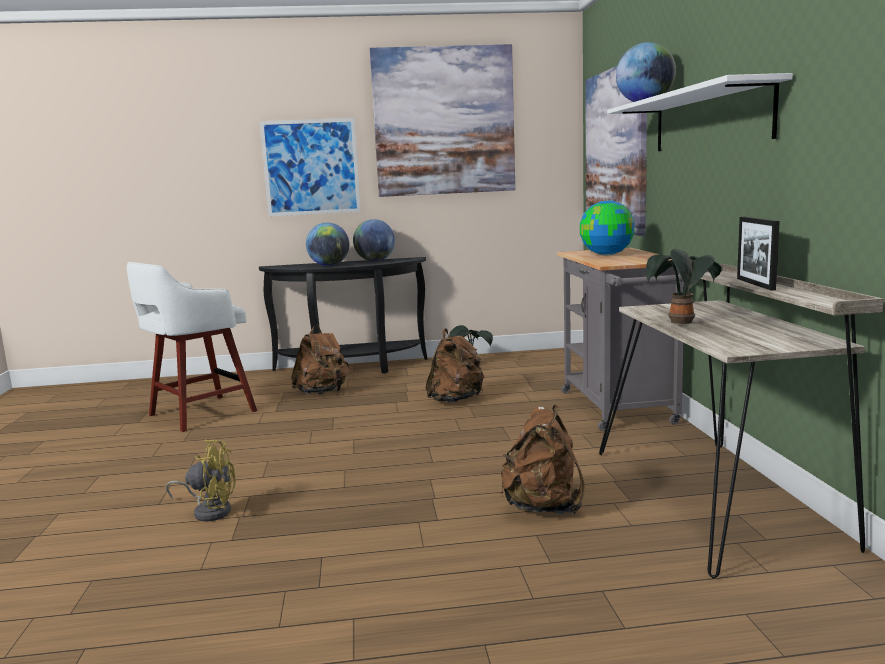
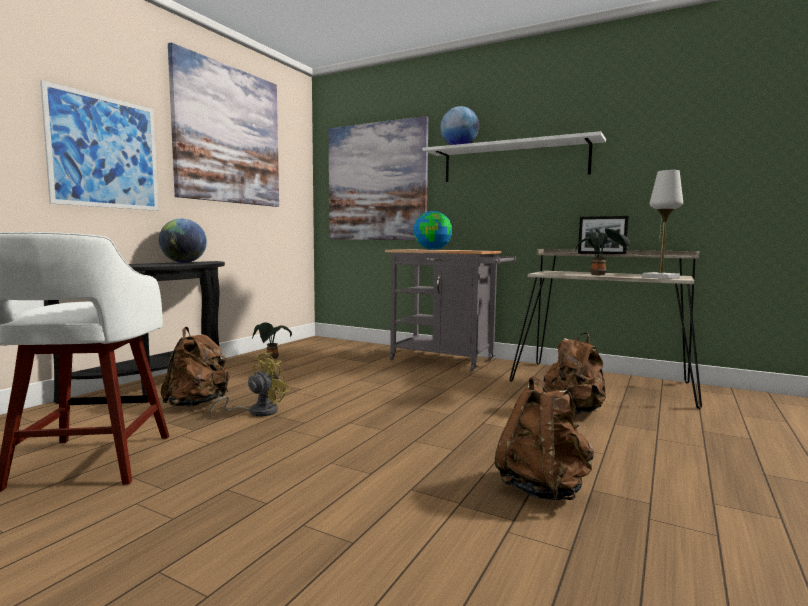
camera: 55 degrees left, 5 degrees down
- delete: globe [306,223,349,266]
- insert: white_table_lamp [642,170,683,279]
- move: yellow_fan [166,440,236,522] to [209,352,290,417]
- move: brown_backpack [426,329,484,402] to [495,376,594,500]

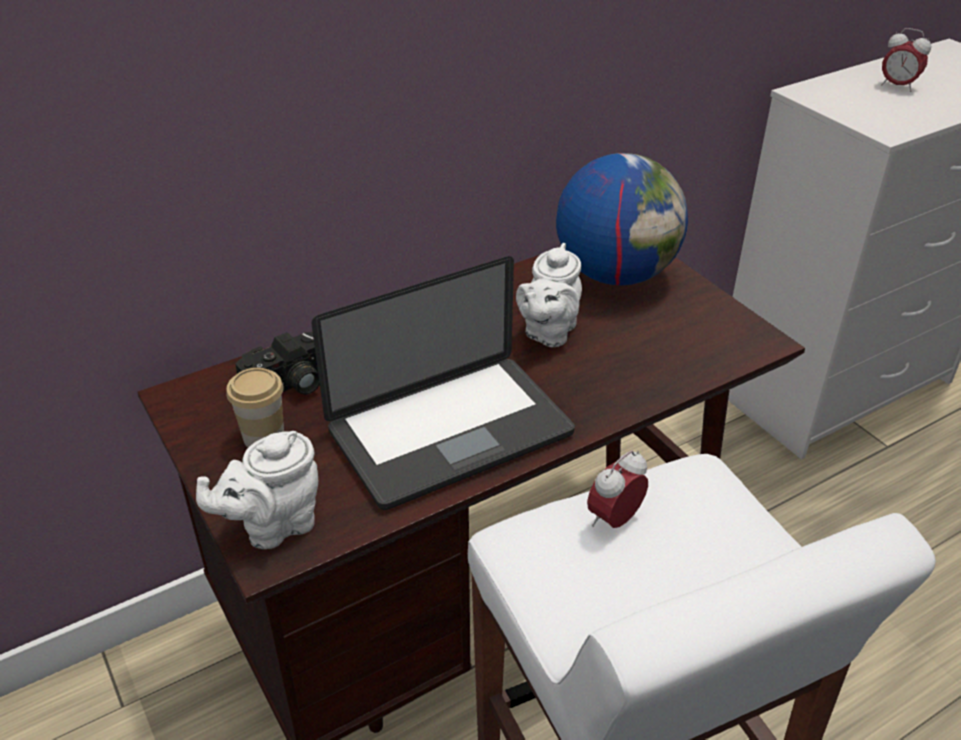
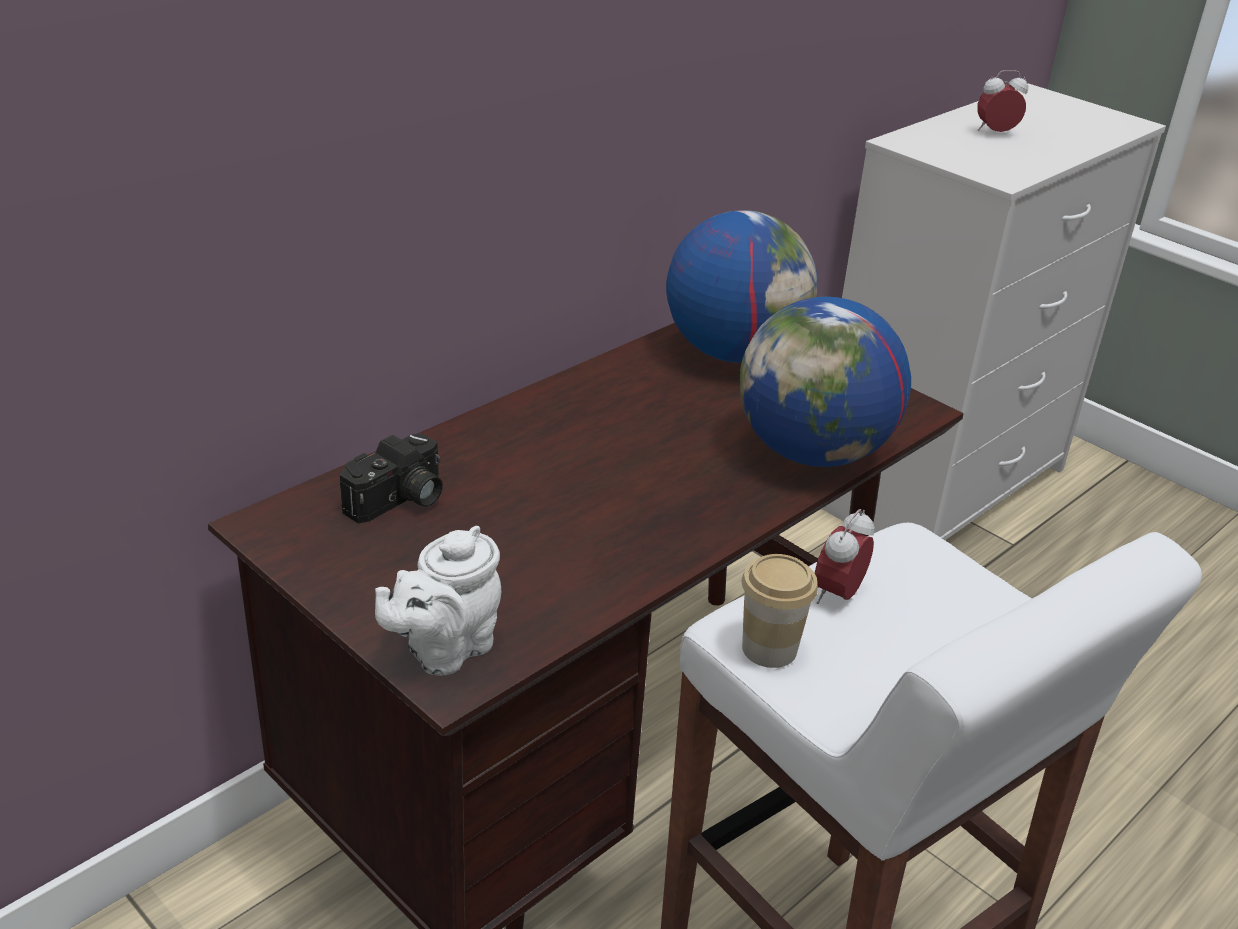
camera: 15 degrees left, 5 degrees down
- delete: laptop [311,256,575,510]
- delete: white_teapot [516,243,582,347]
- insert: globe [740,297,911,467]
- move: cup [226,368,284,448] to [742,554,818,668]
- rotate: alarm_clock [881,28,931,92] = [977,70,1028,132] 150 degrees clockwise

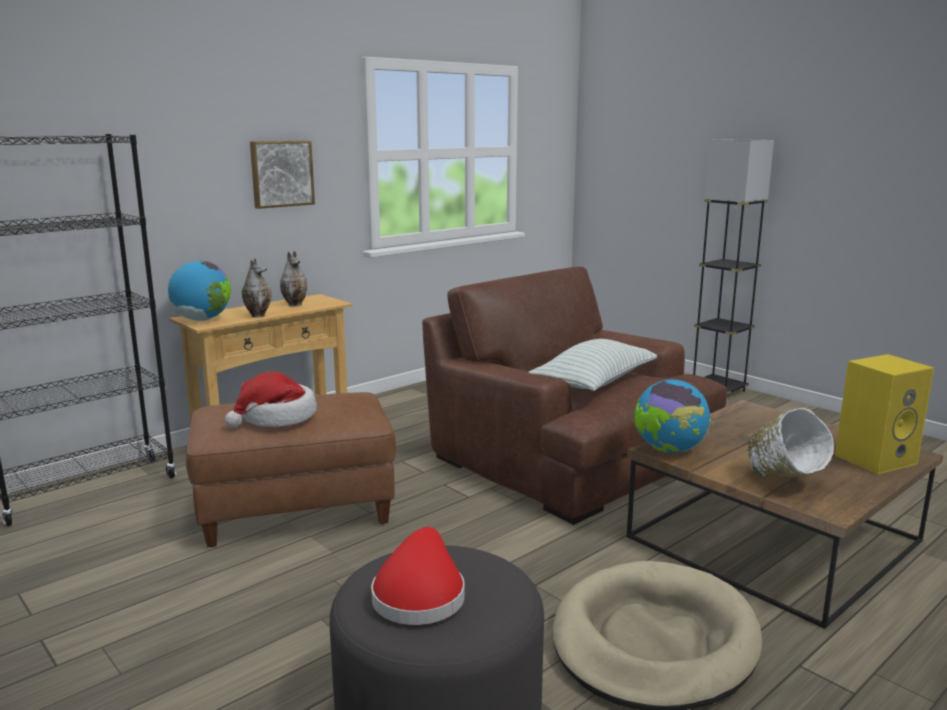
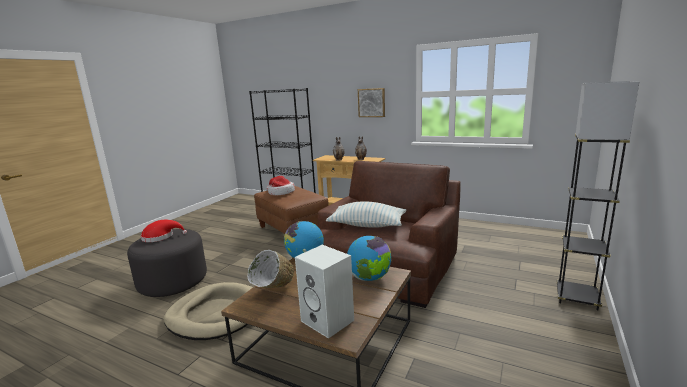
camera: 70 degrees right, 0 degrees up
- move: globe [168,261,231,321] to [347,236,391,281]
- recolor: yellow_speaker [835,354,934,475] to white_speaker [295,245,354,339]

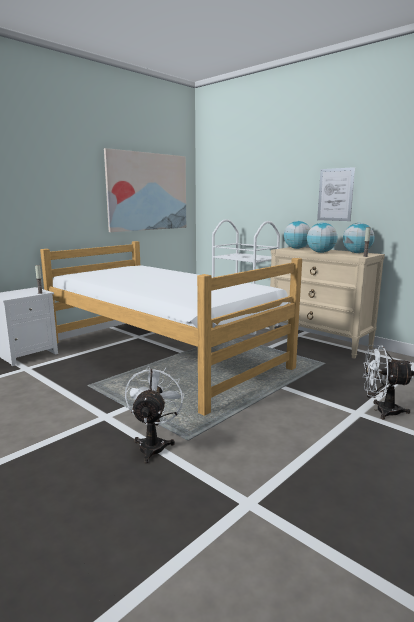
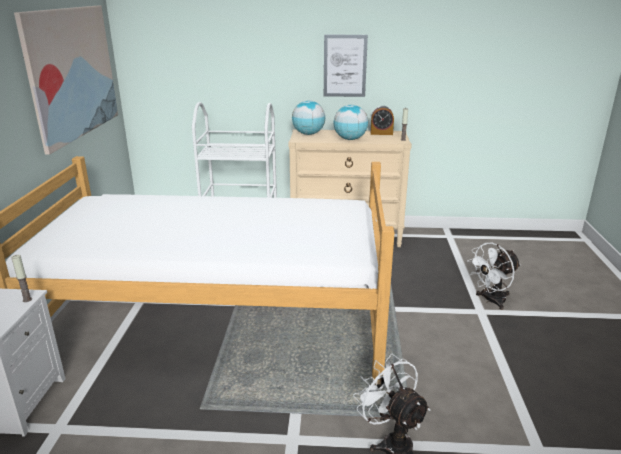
camera: 40 degrees left, 10 degrees up
- replace: globe [343,223,375,253] to alarm_clock [371,106,394,135]

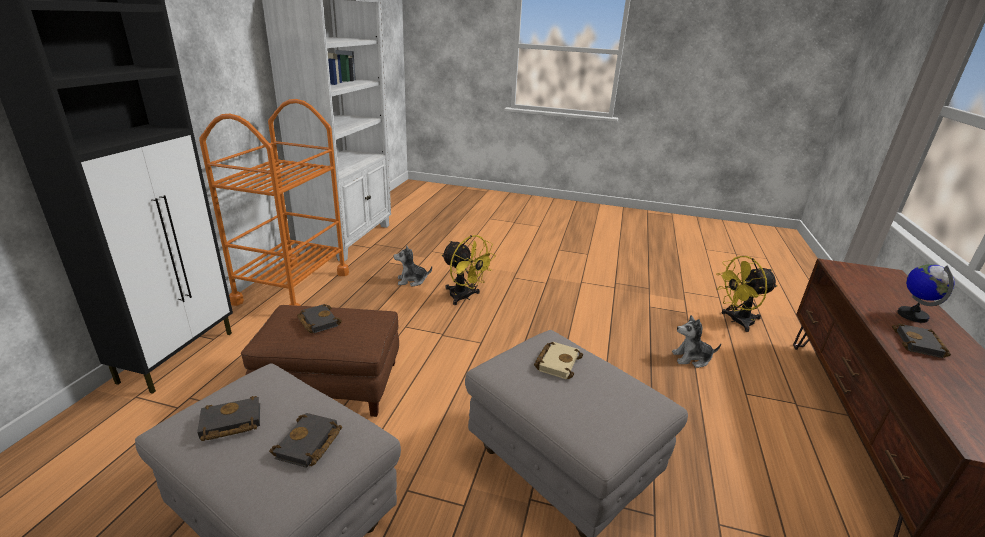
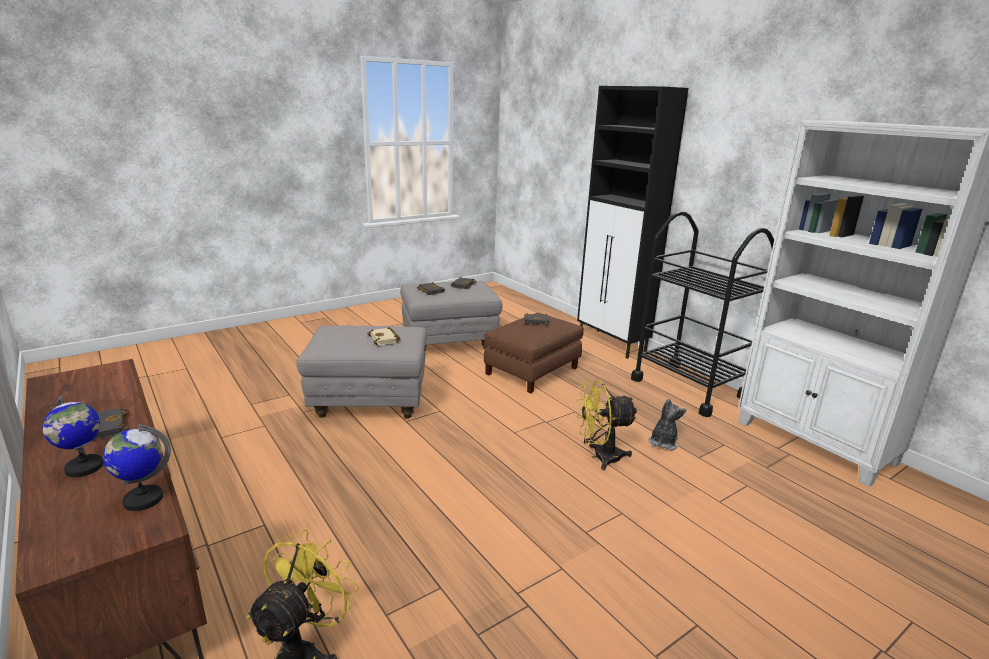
camera: 130 degrees right, 5 degrees down
- delete: plush_toy [672,315,721,368]
- insert: globe [103,424,171,511]
- recolor: orange_cart [199,99,349,306] to black_cart [631,211,774,417]

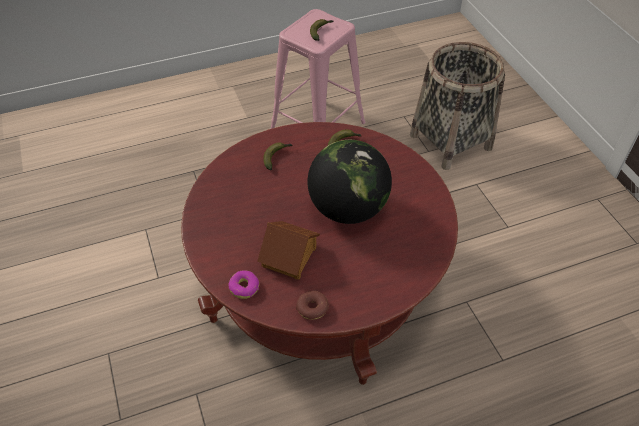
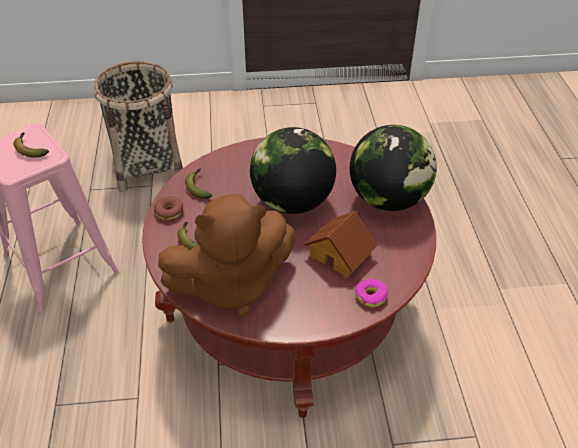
camera: 75 degrees left, 5 degrees down
- insert: brown_plush_toy [158,194,296,315]
- insert: globe [350,125,437,211]
- move: donut [296,291,329,320] to [154,196,183,220]

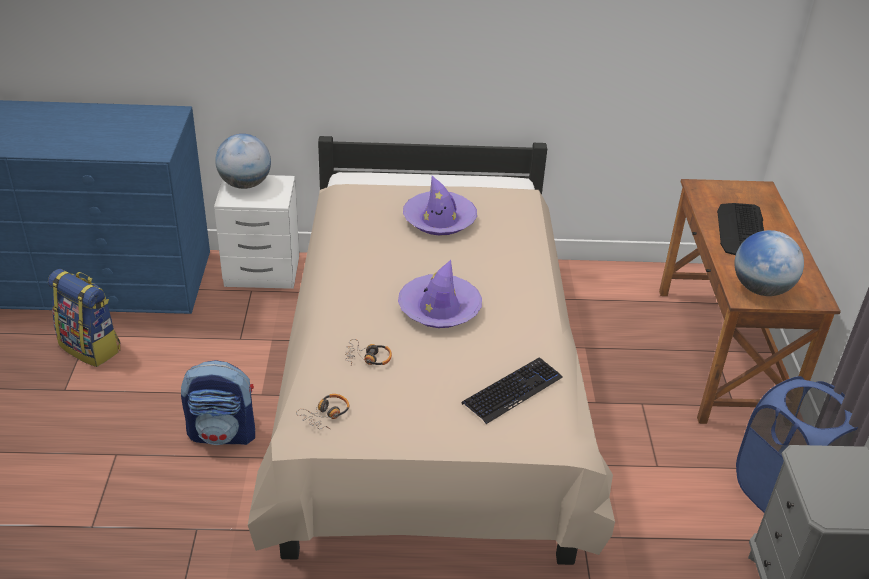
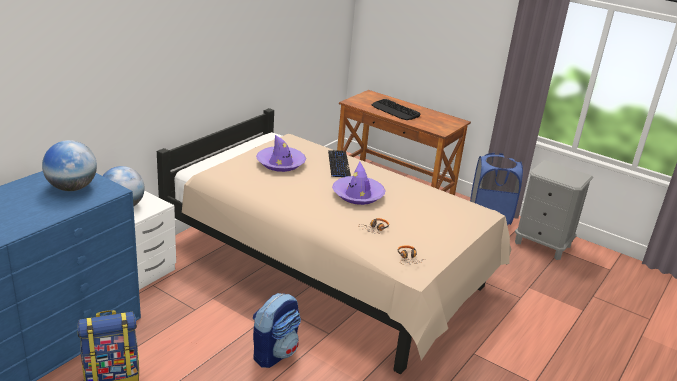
camera: 55 degrees left, 10 degrees down
- move: keyboard [462,357,563,424] to [328,150,351,177]
- move: globe [735,230,804,296] to [42,140,97,191]

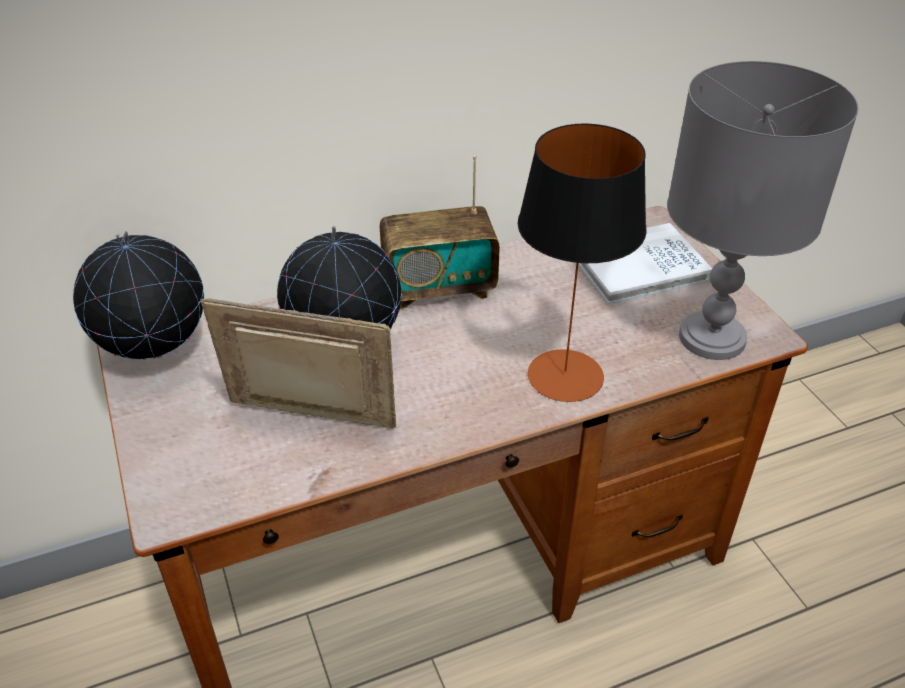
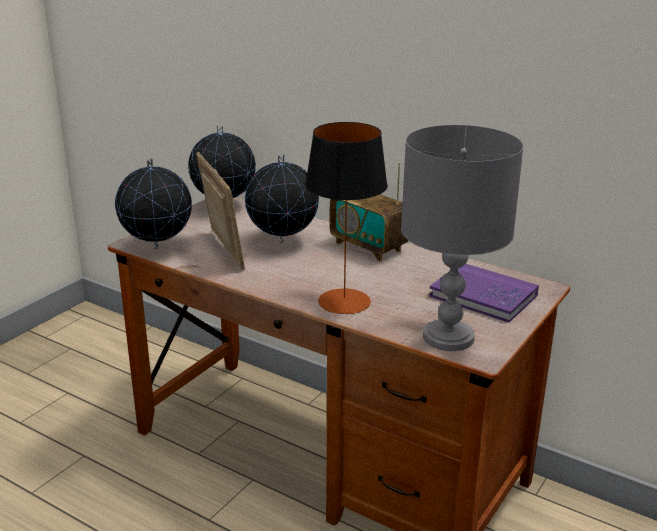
camera: 55 degrees right, 15 degrees down
- insert: globe [115,159,192,249]
- recolor: white_book [578,223,712,305] to purple_book [429,264,539,323]

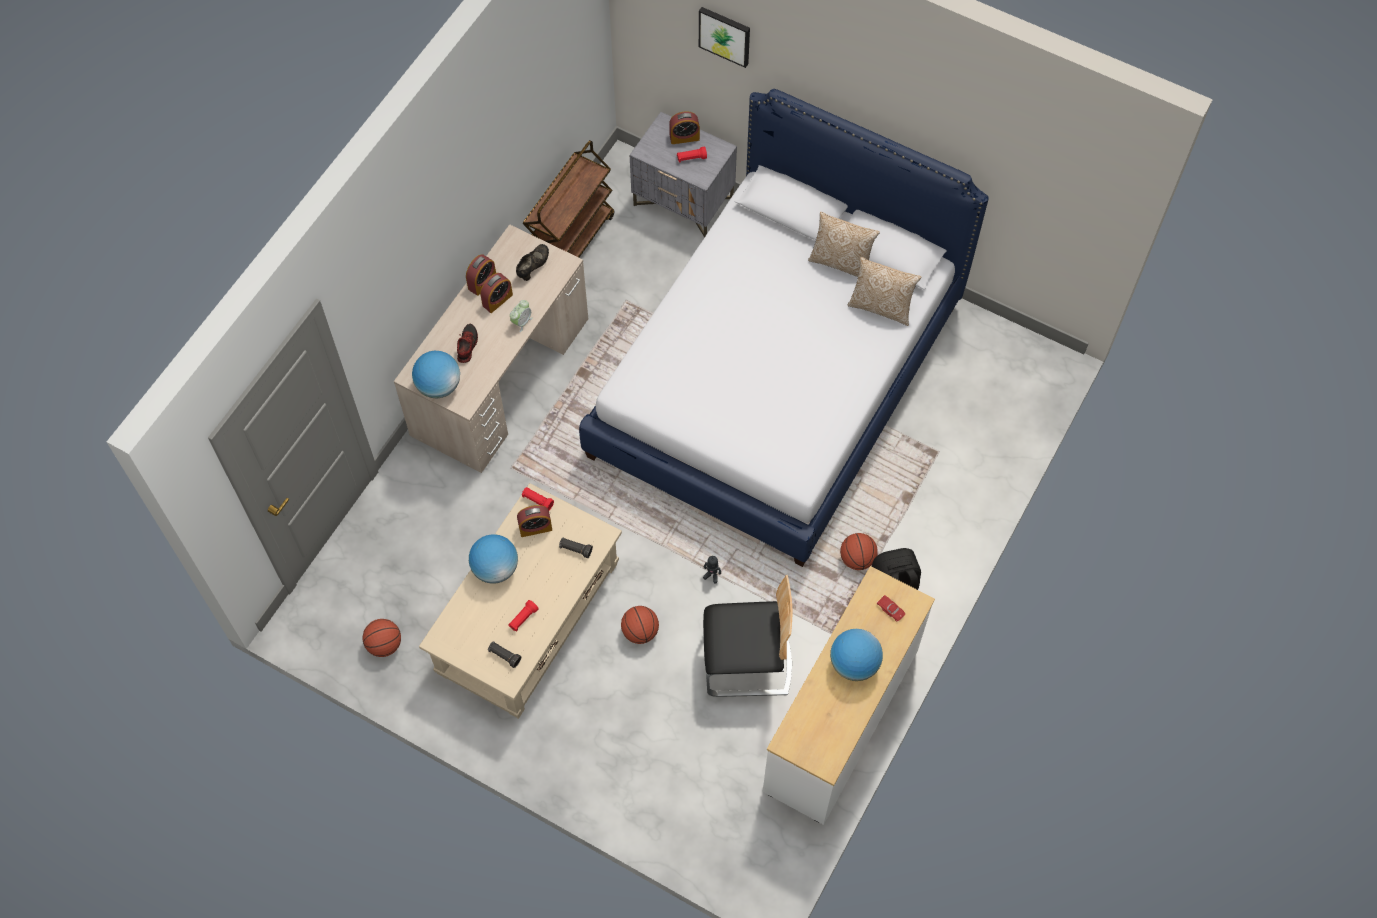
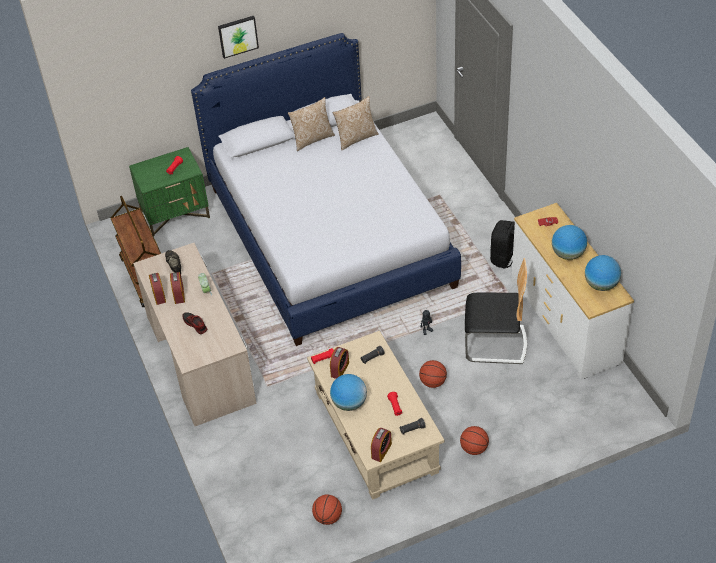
camera: 50 degrees left, 15 degrees down
- move: globe [412,351,460,398] to [585,255,621,291]
- move: alarm_clock [669,111,700,144] to [371,428,392,462]
- move: picture [699,7,750,68] to [218,16,259,59]
- move: basketball [840,533,878,570] to [460,426,489,455]
- recolor: grey_nightstand [630,112,737,238] to green_nightstand [129,147,210,237]
- rotate: chair [703,575,792,697] = [465,258,527,364] 60 degrees clockwise

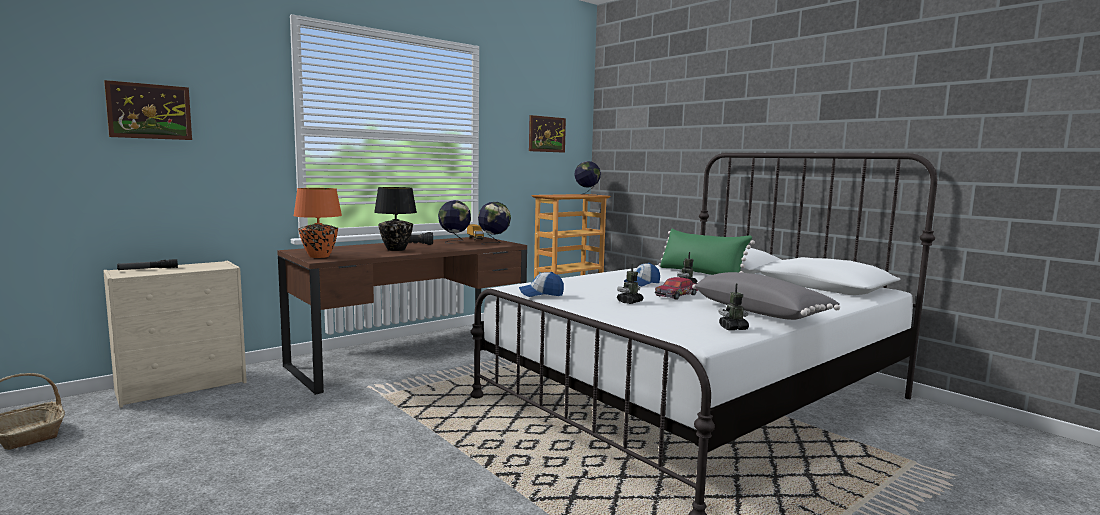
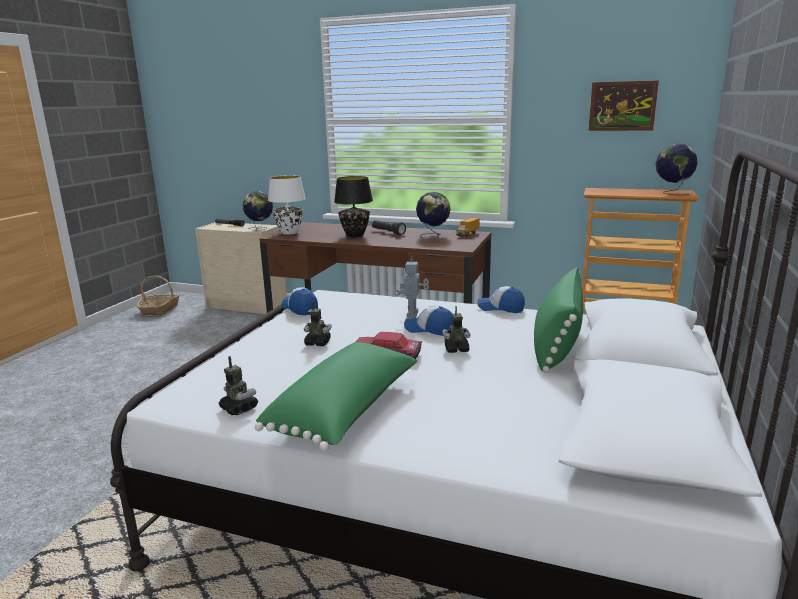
camera: 60 degrees right, 10 degrees up
- delete: picture [104,80,192,140]
- insert: toy_robot [396,256,429,318]
- insert: cap [477,286,525,313]
- move: globe [478,202,511,245] to [242,191,273,229]
- recolor: orange_table_lamp [293,188,342,258] to white_table_lamp [268,175,306,235]
- recolor: grey_pillow [692,272,840,320] to green_pillow [255,342,418,451]

